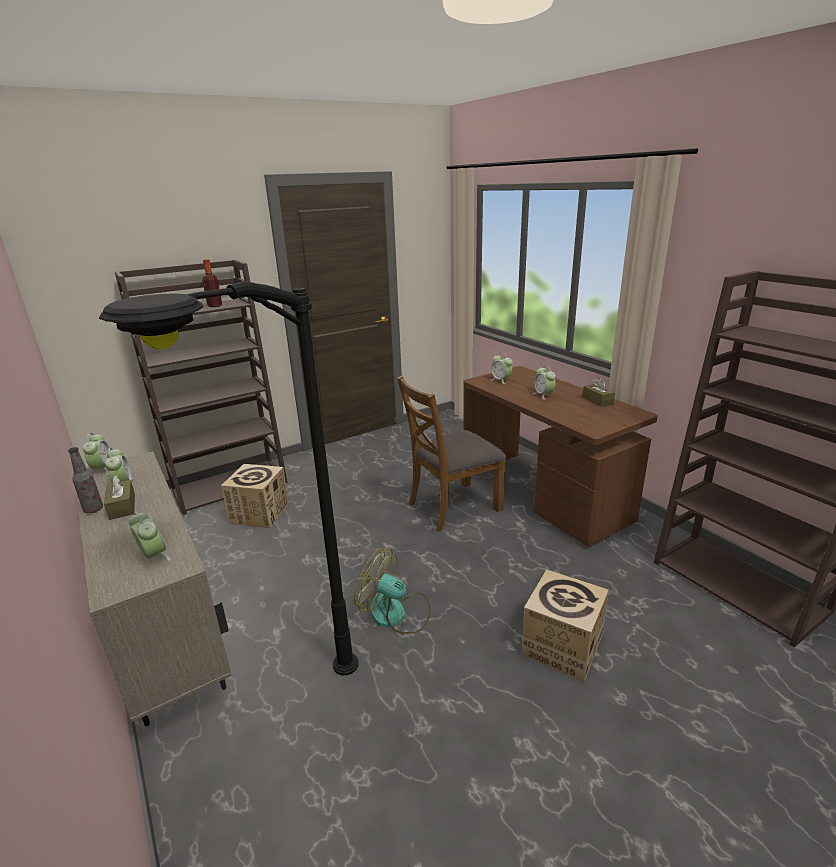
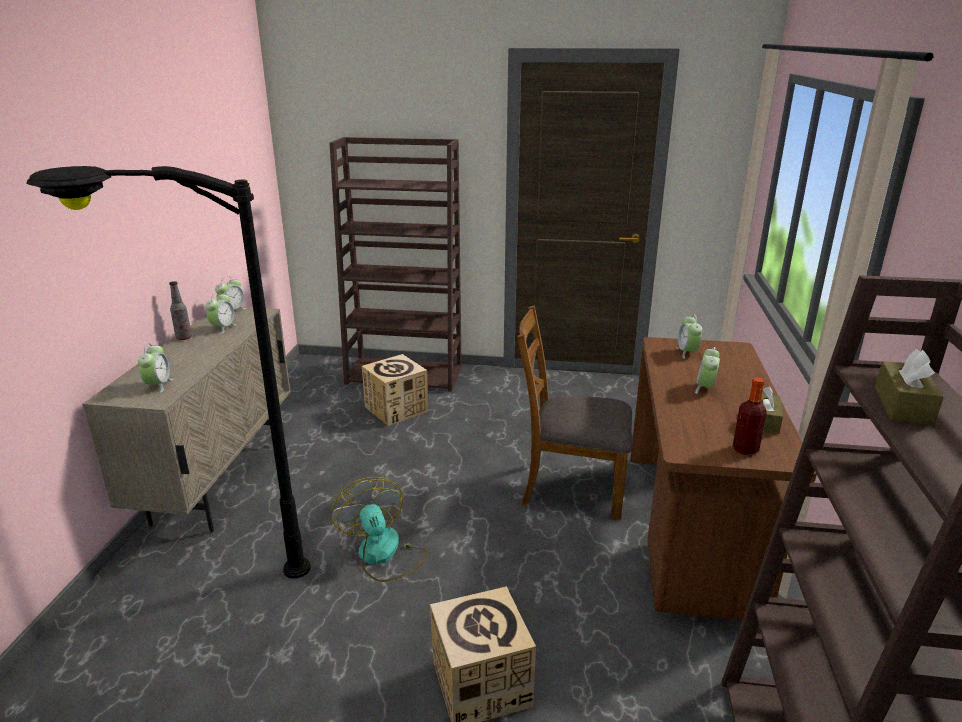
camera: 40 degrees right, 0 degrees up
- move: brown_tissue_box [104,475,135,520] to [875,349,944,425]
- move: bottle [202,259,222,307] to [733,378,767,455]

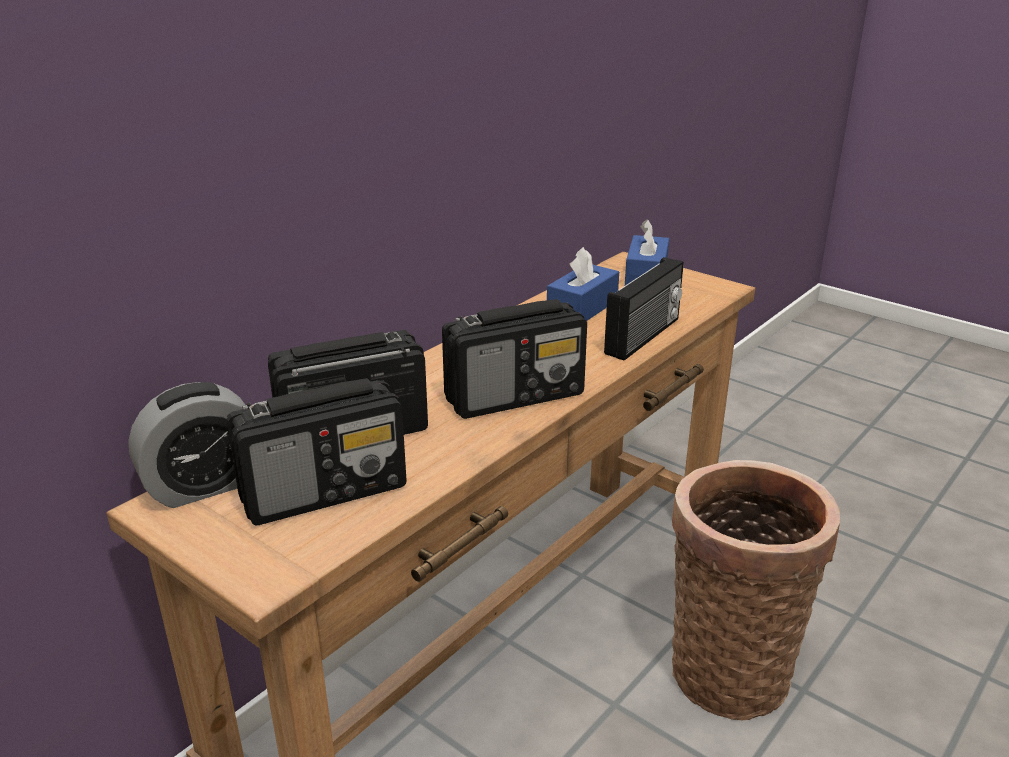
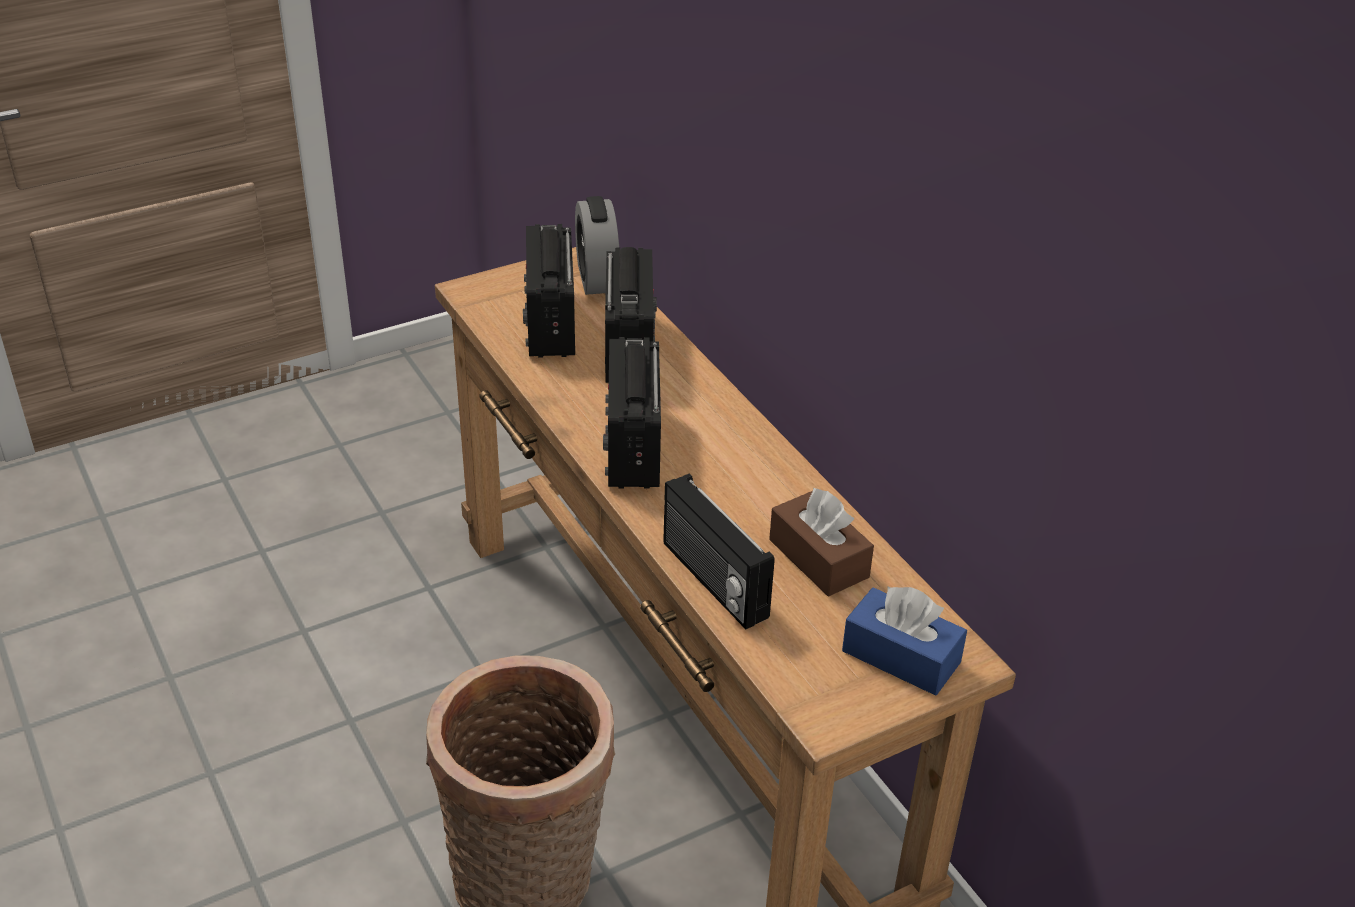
camera: 110 degrees right, 10 degrees up
- recolor: blue_tissue_box [547,247,619,321] to brown_tissue_box [769,488,874,596]

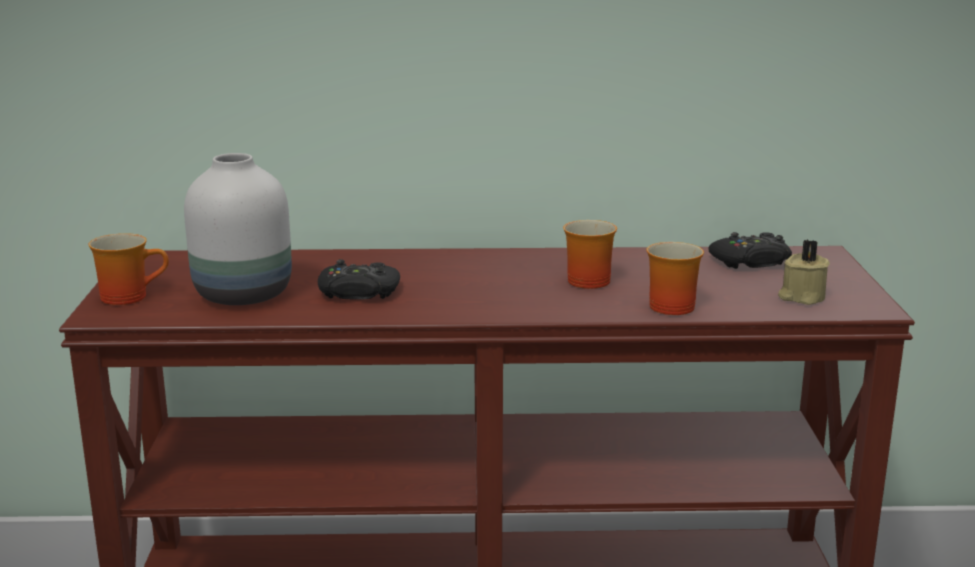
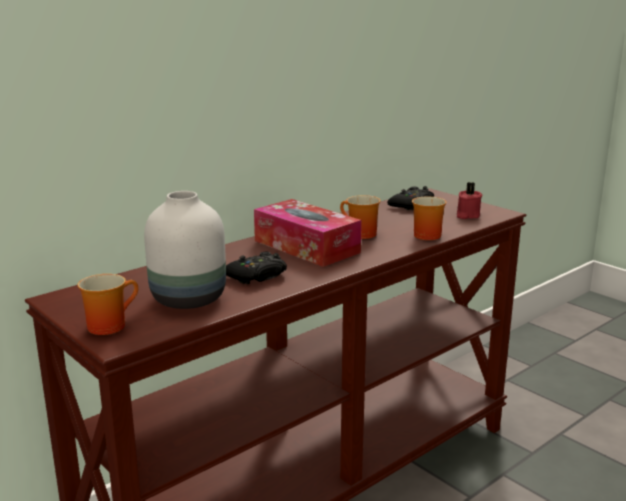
camera: 40 degrees left, 0 degrees up
- insert: tissue_box [254,199,362,267]
- recolor: beige_candle [778,240,830,305] to red_candle [457,182,483,219]

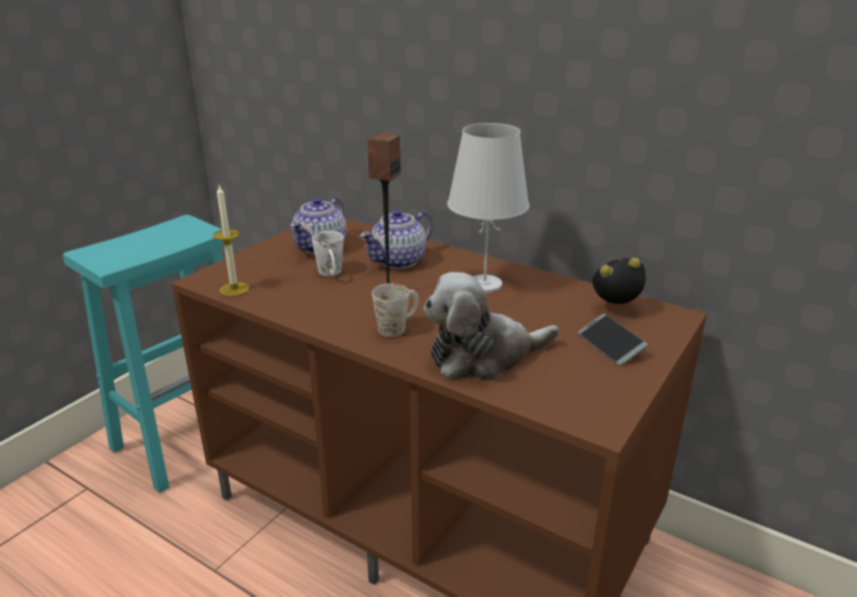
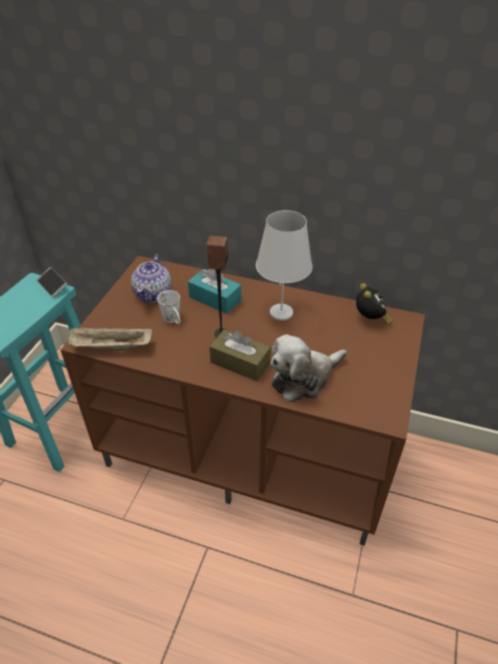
camera: 15 degrees left, 15 degrees up
- move: phone [578,314,648,366] to [37,267,68,298]
- replace: candle [213,186,249,296] to beige_tray [69,327,152,351]
- replace: teapot [360,209,433,269] to turquoise_tissue_box [188,269,241,314]
- replace: white_mug [372,283,419,337] to brown_tissue_box [209,329,271,381]
- rotate: alarm_clock [592,257,646,304] = [356,283,393,324] 105 degrees clockwise

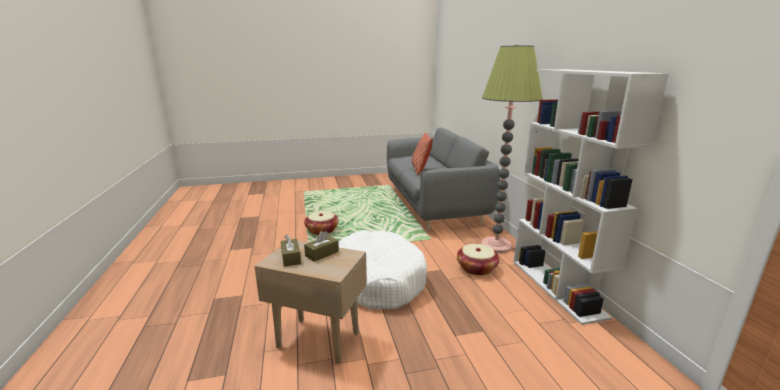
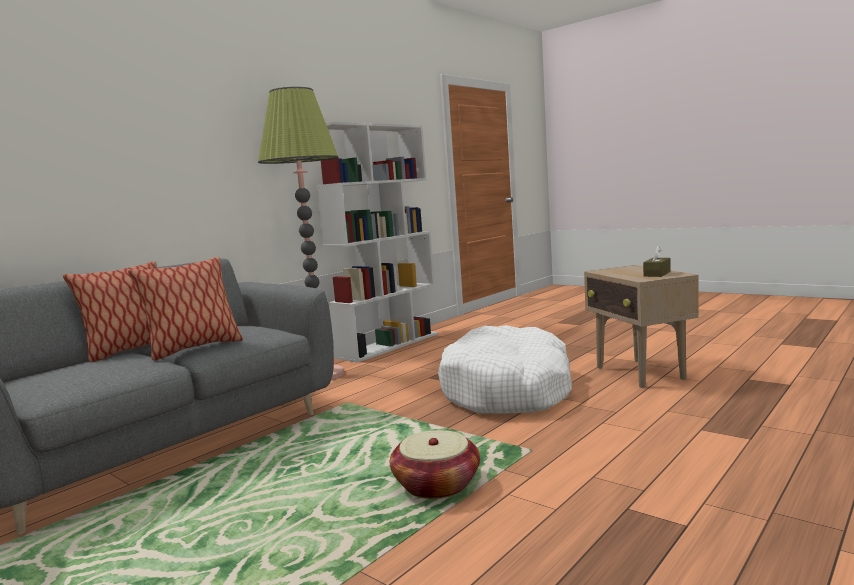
camera: 125 degrees left, 10 degrees down
- delete: brown_tissue_box [304,231,339,262]
- delete: basket [457,244,499,275]
- insert: pillow [63,261,157,362]

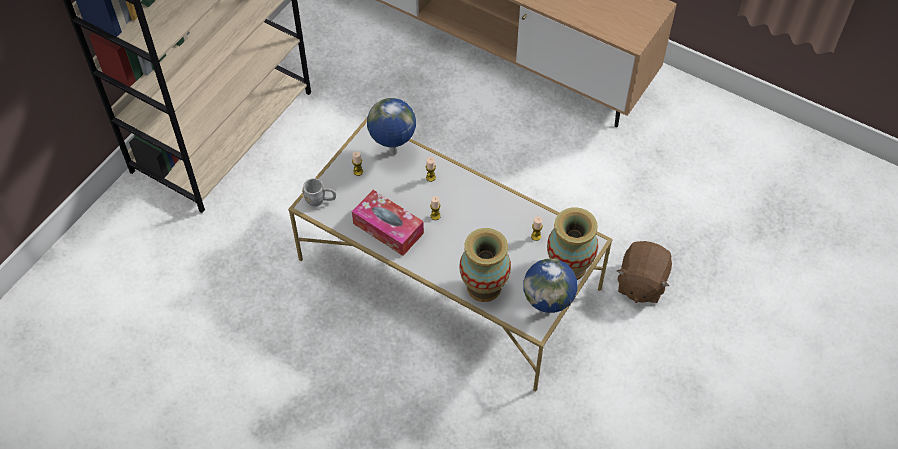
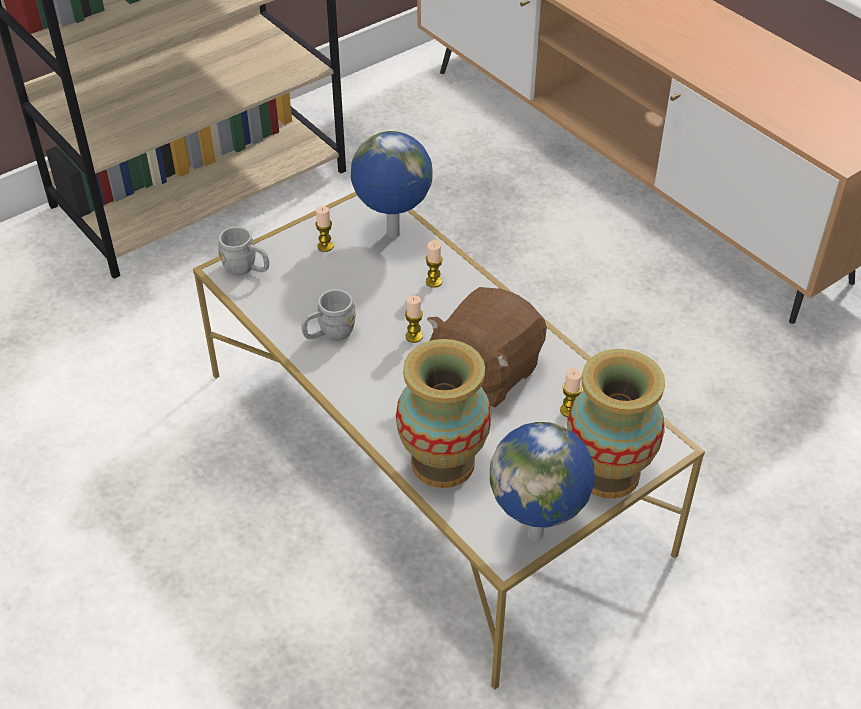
camera: 20 degrees right, 10 degrees down
- move: brown_plush_toy [617,241,672,303] to [427,287,547,408]
- replace: tissue_box [352,190,424,256] to grey_mug [301,289,356,341]

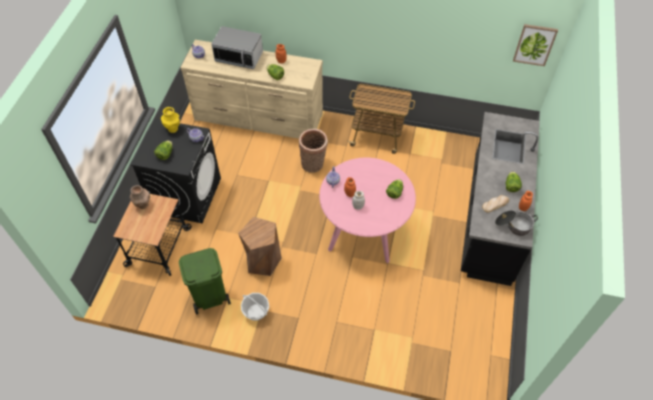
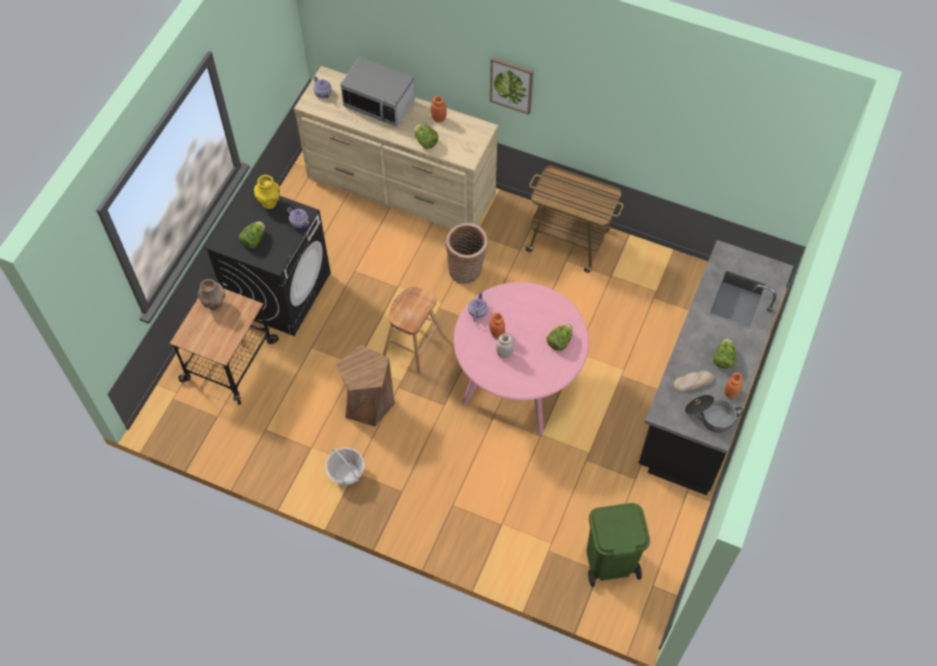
camera: 10 degrees right, 5 degrees up
- insert: brown_stool [383,287,444,374]
- move: green_trash_can [179,248,231,314] to [587,503,650,587]
- move: picture [513,24,558,66] to [490,57,534,115]

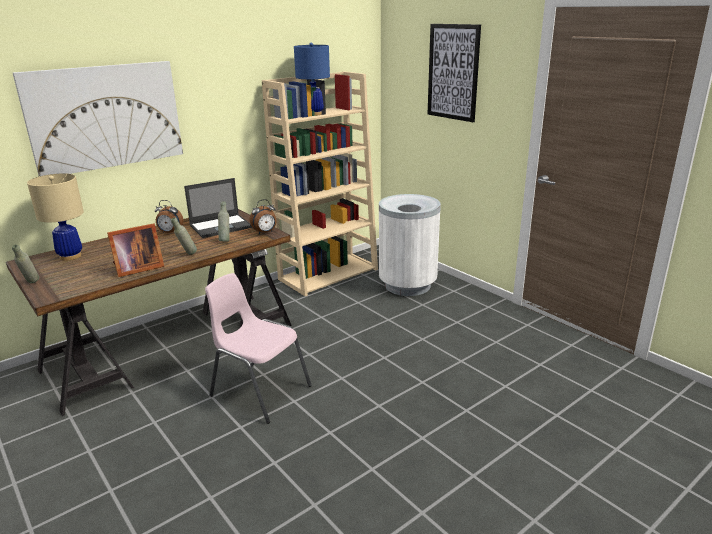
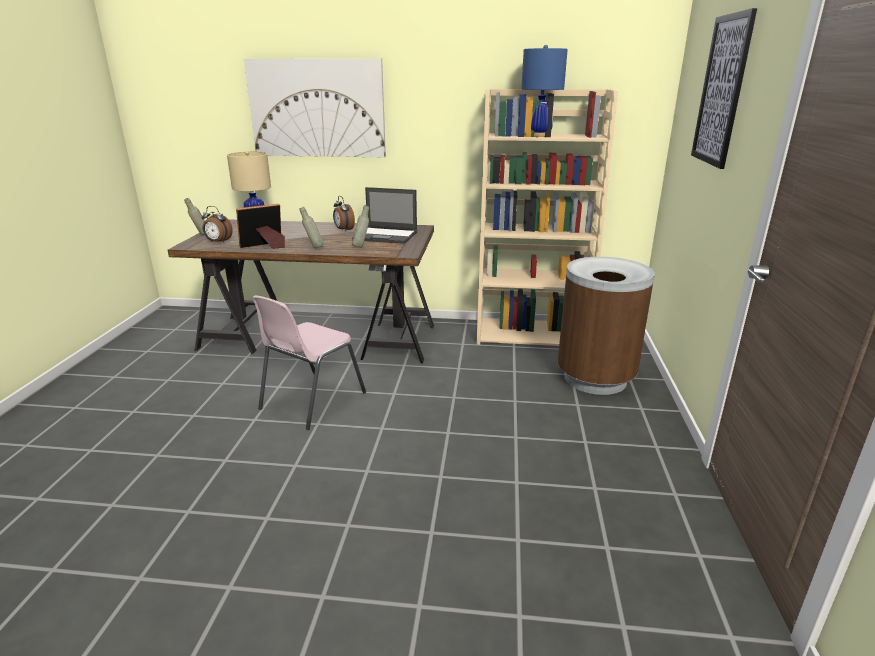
camera: 45 degrees right, 0 degrees up
- move: alarm_clock [250,199,277,234] to [202,206,233,243]
- recolor: white_trash_can [379,194,441,296] to brown_trash_can [557,257,655,395]
- rotate: picture_frame [107,223,164,277] = [236,204,285,249] 135 degrees clockwise
- rotate: pink_chair [205,273,312,424] = [252,295,366,430] 135 degrees counterclockwise

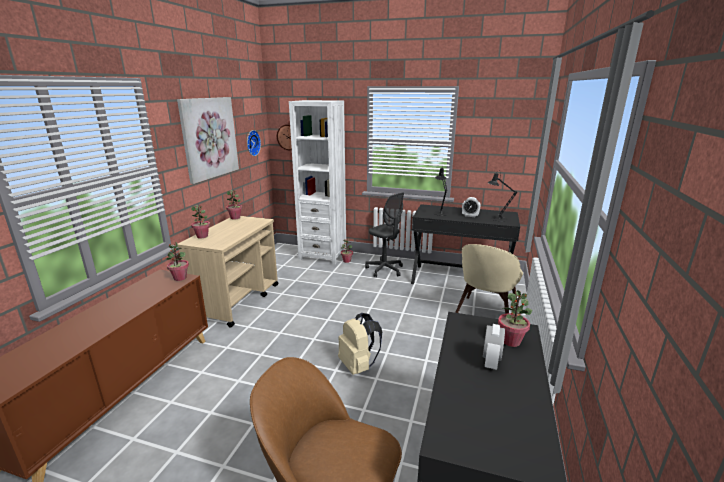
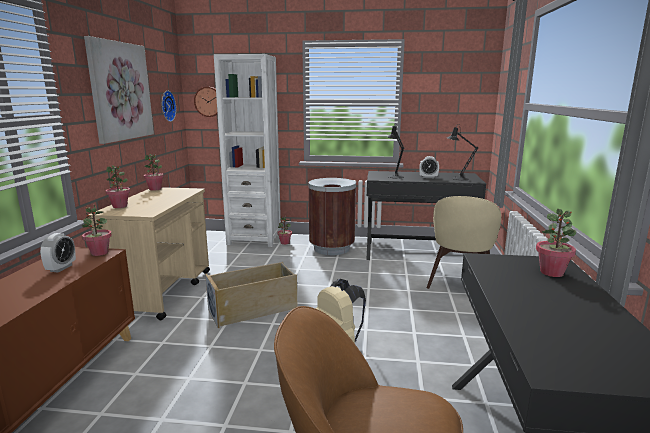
camera: 10 degrees left, 5 degrees down
- insert: beige_storage_box [205,262,297,328]
- move: alarm_clock [483,324,505,370] to [40,233,76,273]
- replace: grey_office_chair [365,192,404,277] to brown_trash_can [309,178,356,255]

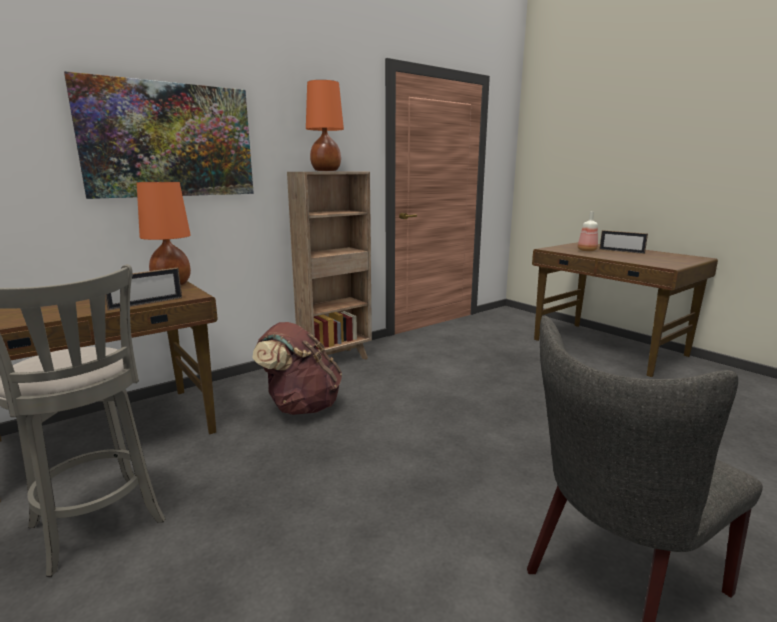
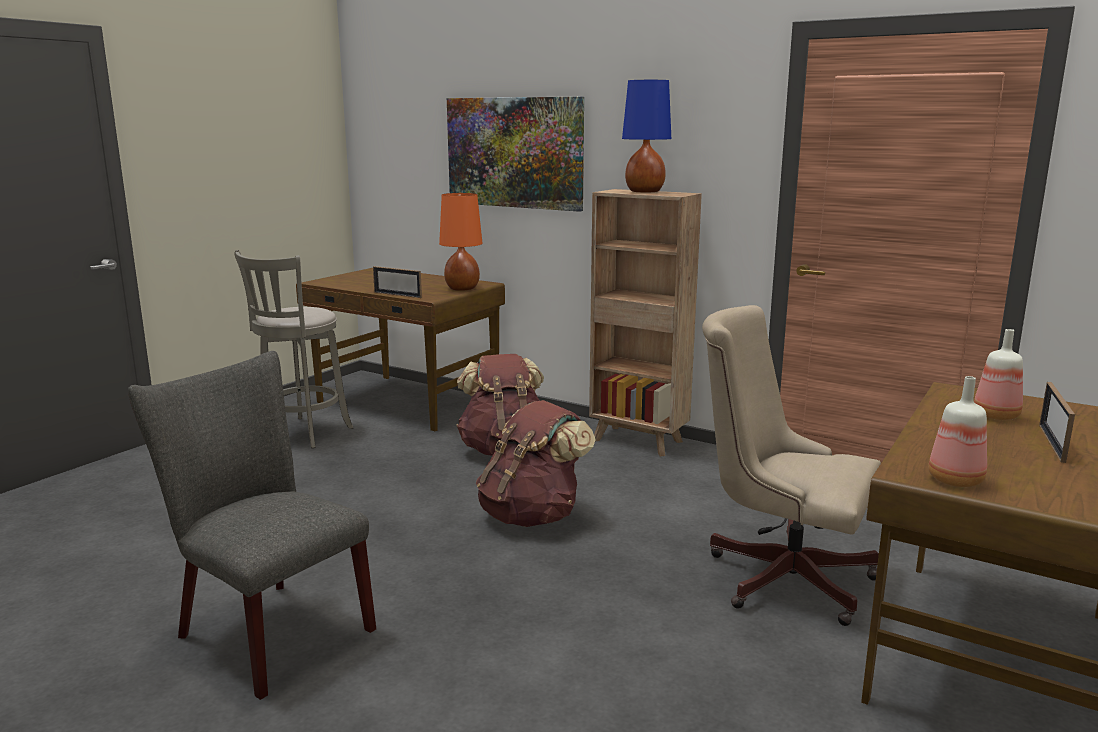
camera: 70 degrees right, 0 degrees up
- insert: brown_backpack [476,400,596,527]
- insert: beige_office_chair [702,305,881,626]
- insert: bottle [928,376,987,487]
- recolor: orange_table_lamp [306,80,344,171] to blue_table_lamp [622,80,671,192]

